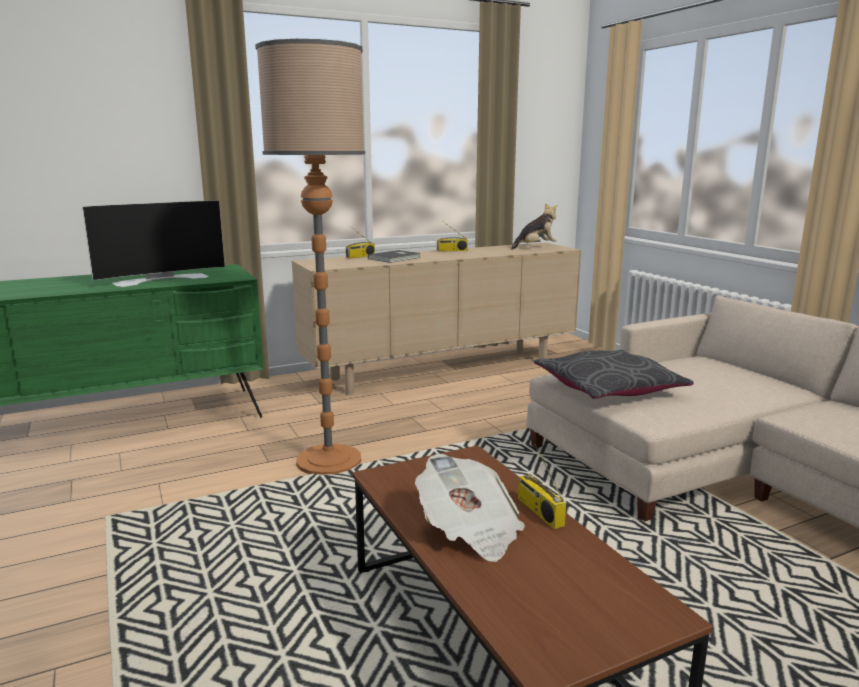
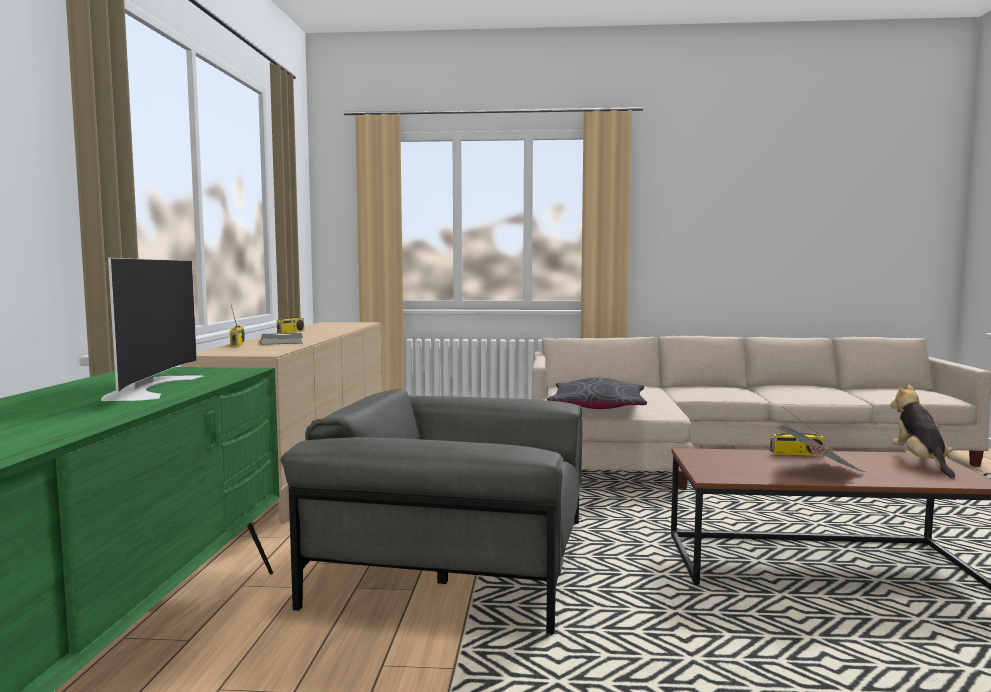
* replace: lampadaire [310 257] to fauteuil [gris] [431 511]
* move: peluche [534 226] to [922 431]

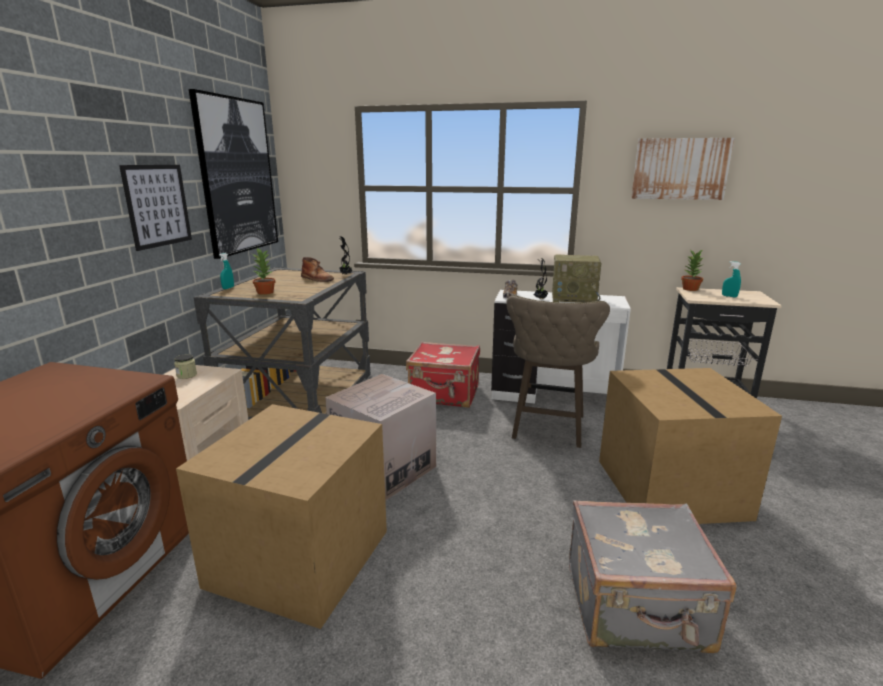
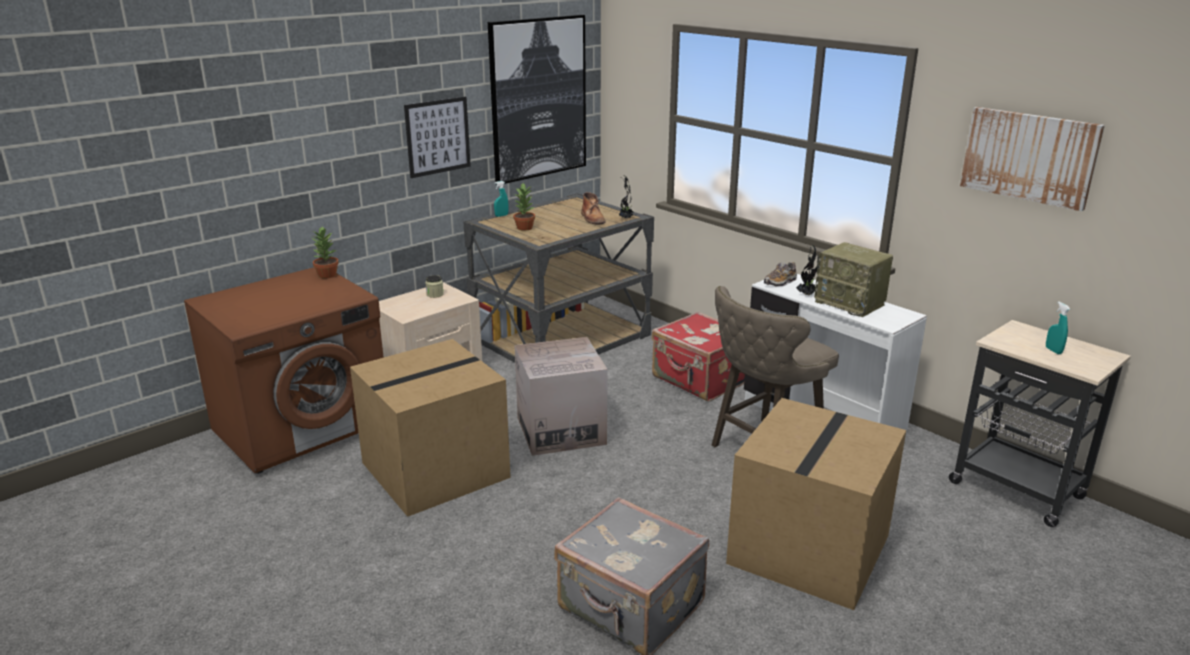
* move: plante en pot [692 270] to [325 252]

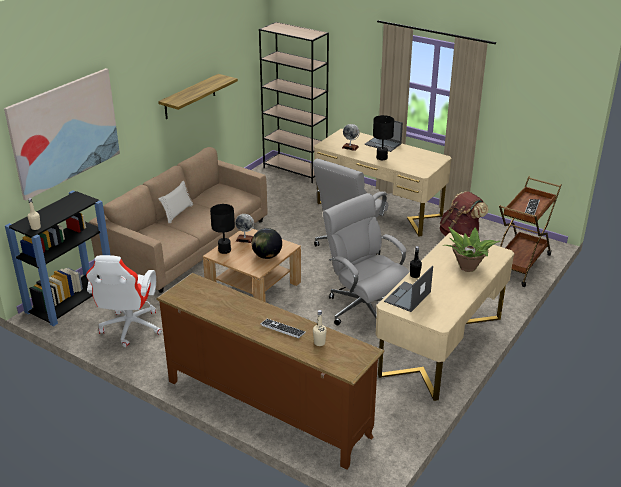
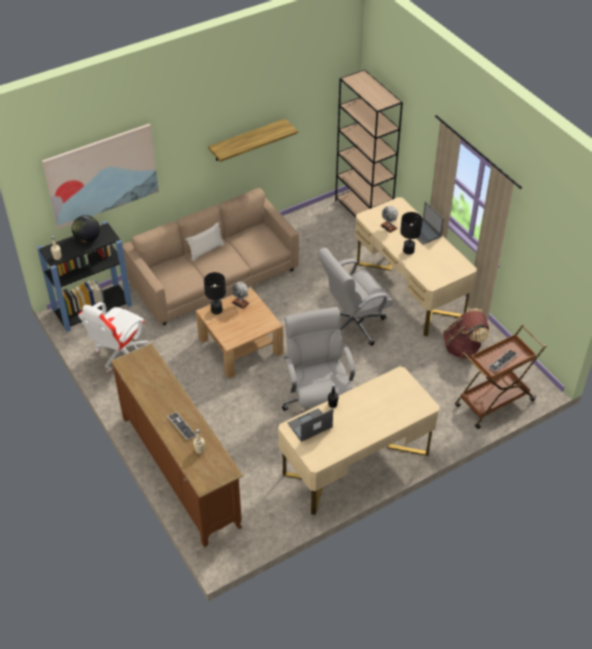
* delete: plante en pot [472 249]
* move: globe [267 243] to [86 229]

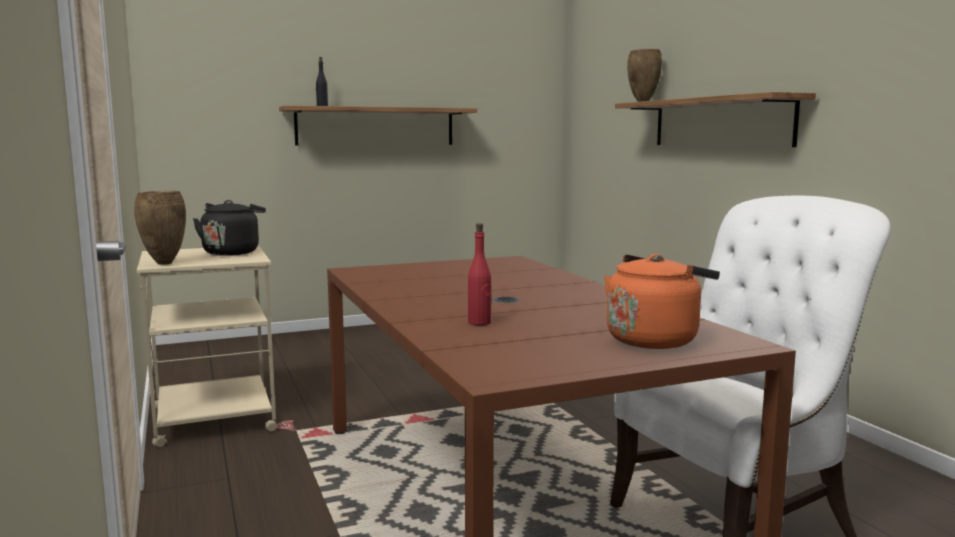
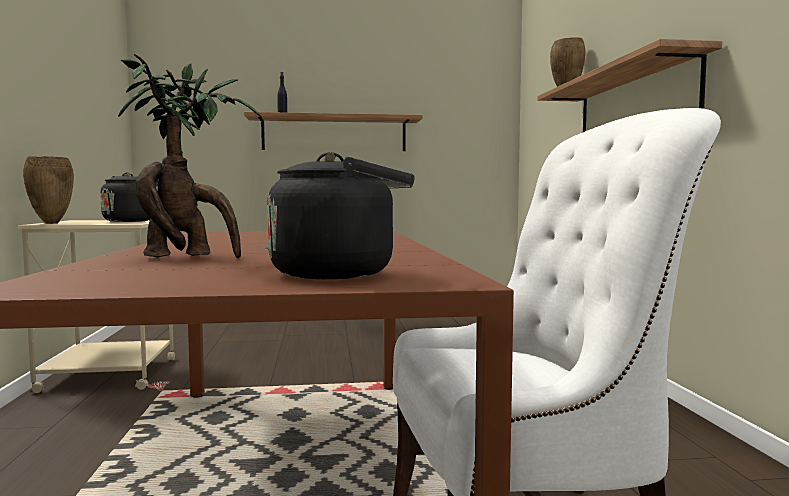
* replace: bouteille [rouge] [479 274] to plante en pot [190 156]
* recolor: bouilloire [orange] [662 301] to bouilloire [noir] [341 215]

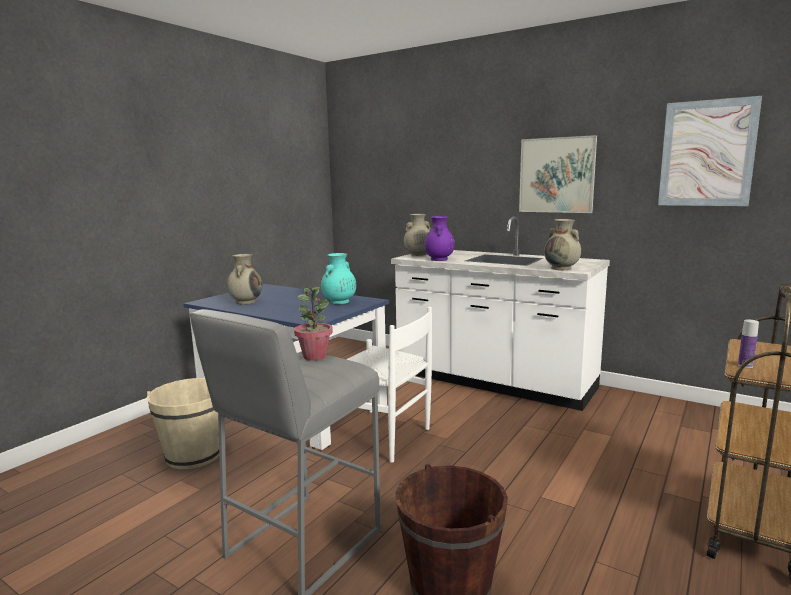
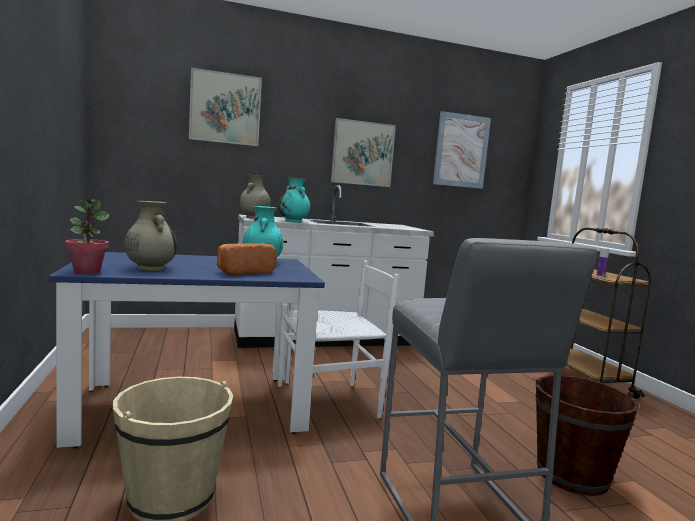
* recolor: vase [violet] [439 238] to vase [turquoise] [294 200]
* delete: vase [beige] [562 244]
* move: plante en pot [313 324] to [87 236]
* insert: tableau [225 107]
* insert: pain [247 259]

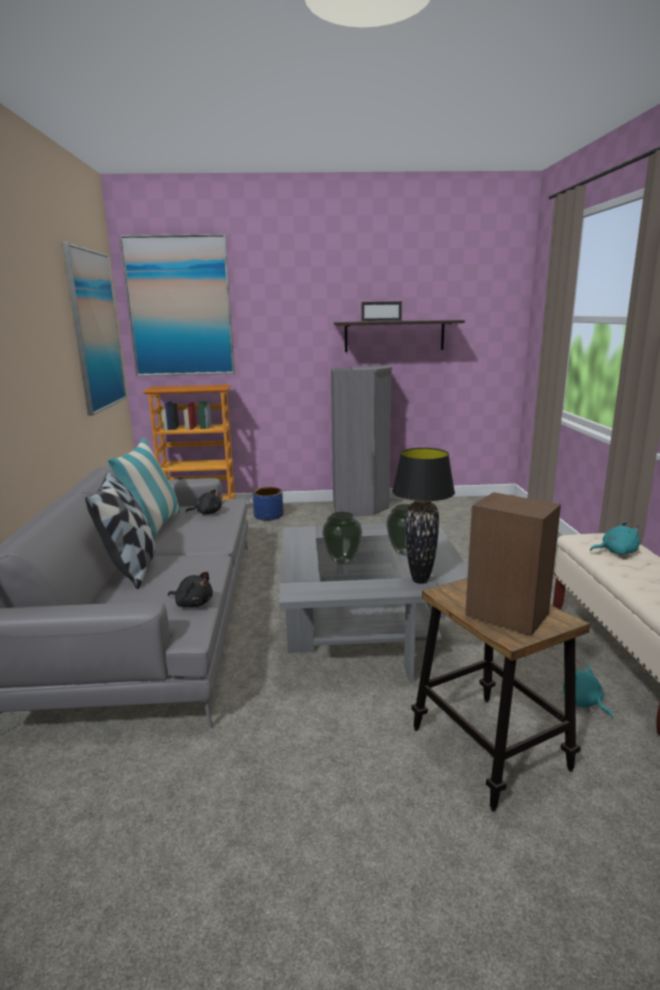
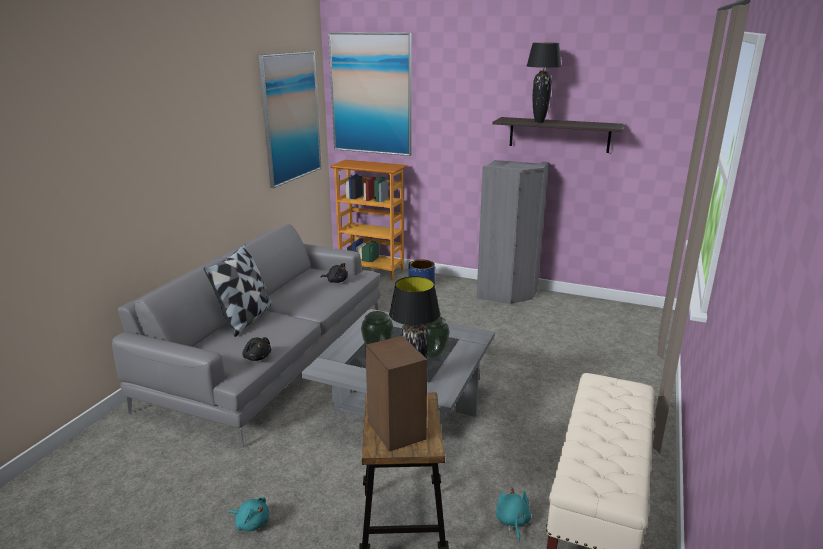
* replace: cadre photo [381 311] to lampe de table [noir] [544 83]
* delete: coussin [144 487]
* move: peluche [turquoise] [615 538] to [249 514]

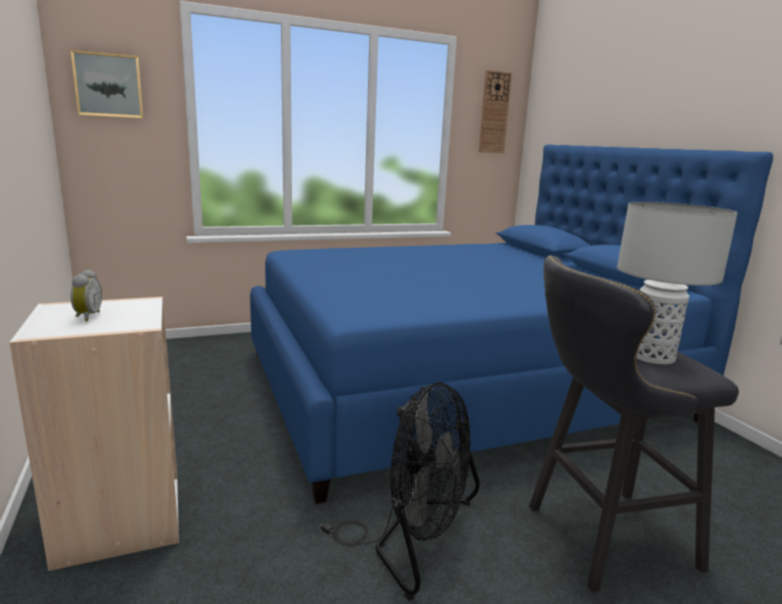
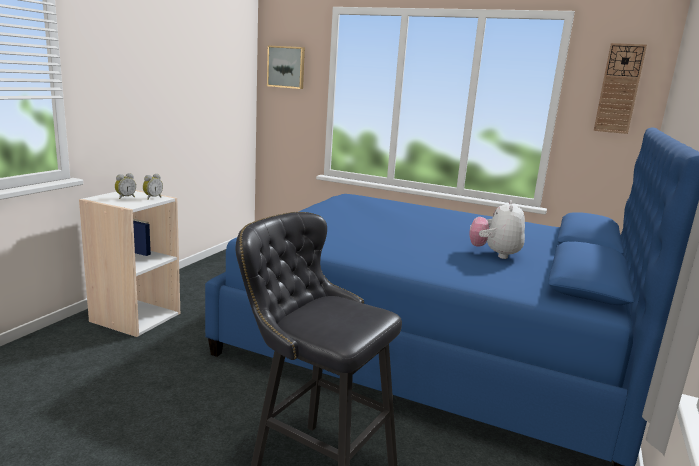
* delete: lampe de table [blanc] [677 283]
* delete: ventilateur [noir] [400 491]
* insert: réveil [153 187]
* insert: peluche [497 229]

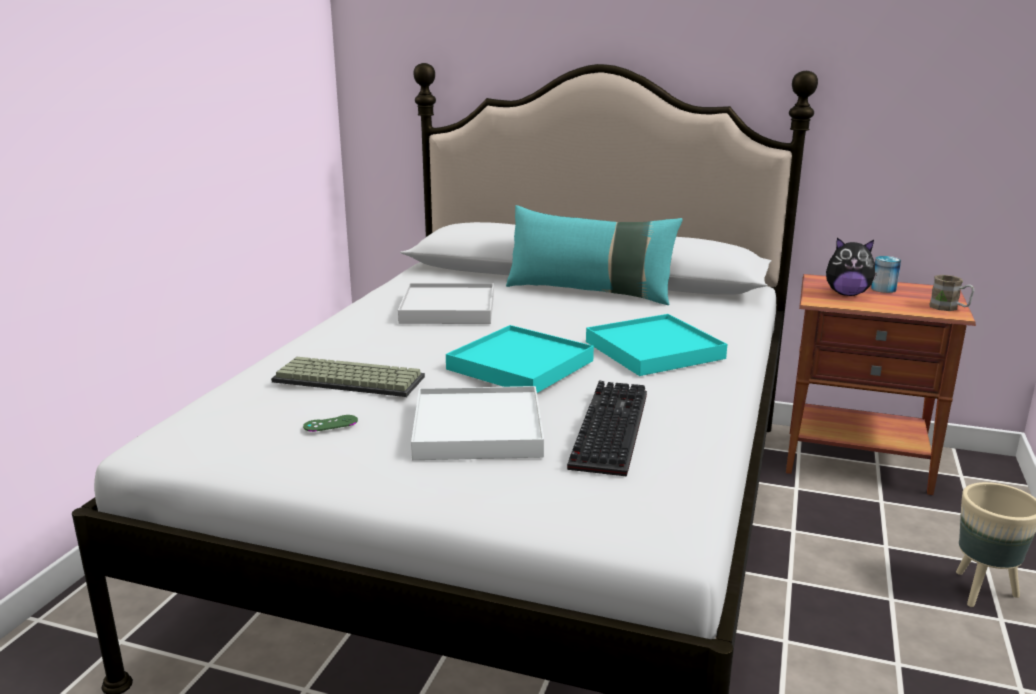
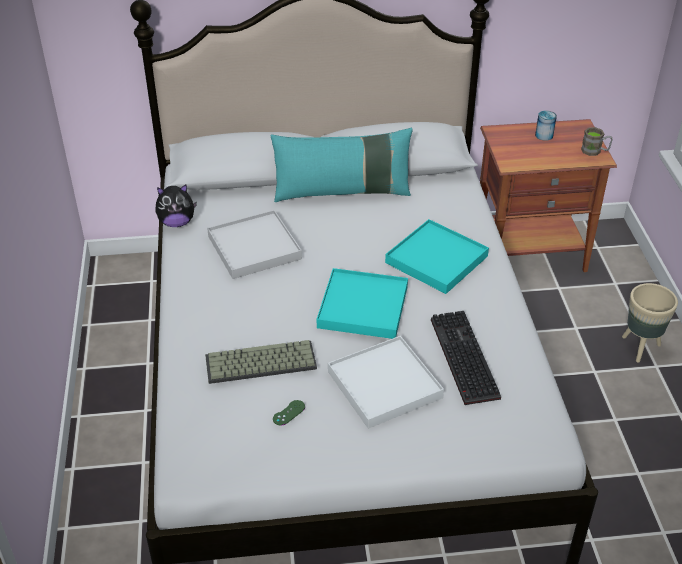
* move: peluche [851 266] to [176 206]

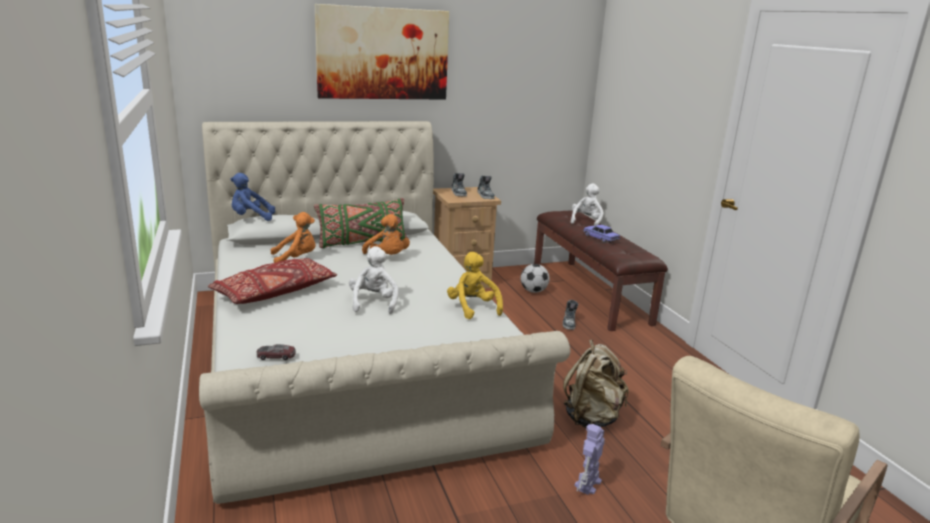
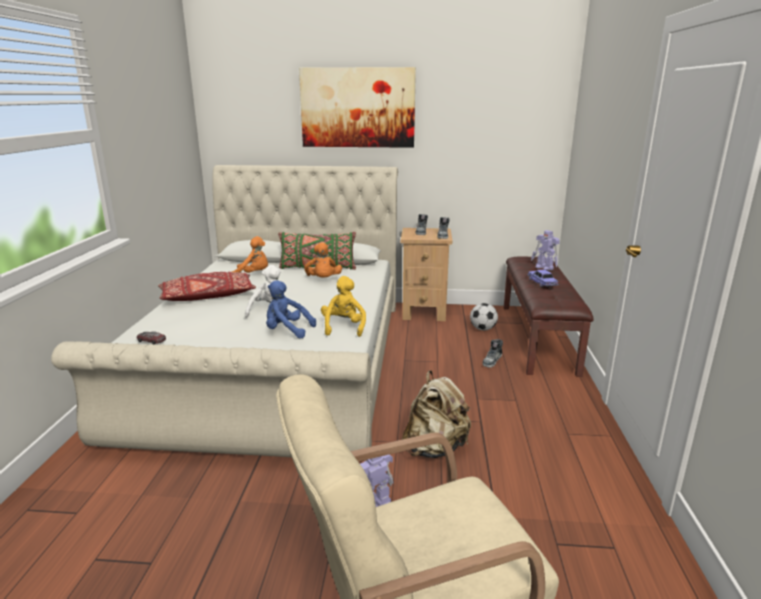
* move: peluche [bleu] [252 197] to [291 309]
* replace: peluche [blanc] [587 204] to robot jouet [545 250]

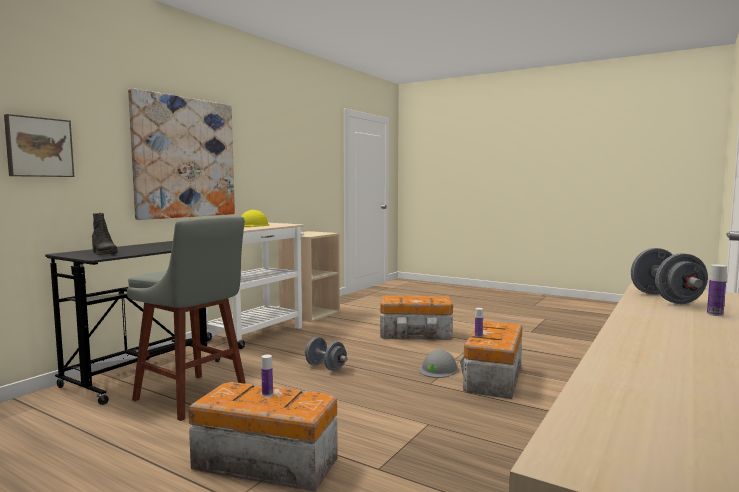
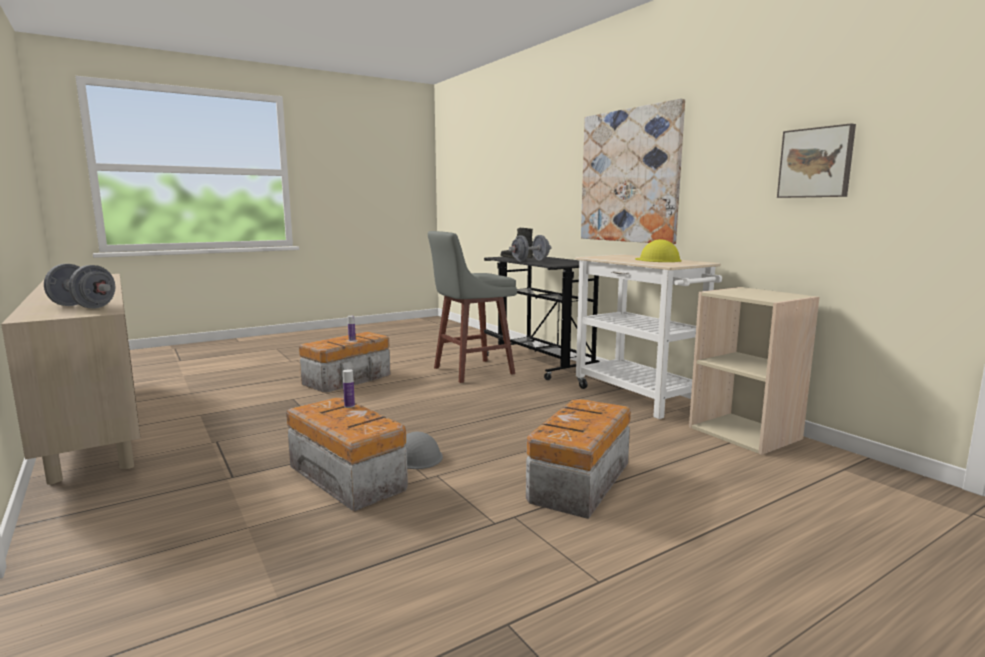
* move: tableau [39 145] to [816 160]
* delete: bouteille [717 290]
* move: haltère [gris] [326 354] to [530 248]

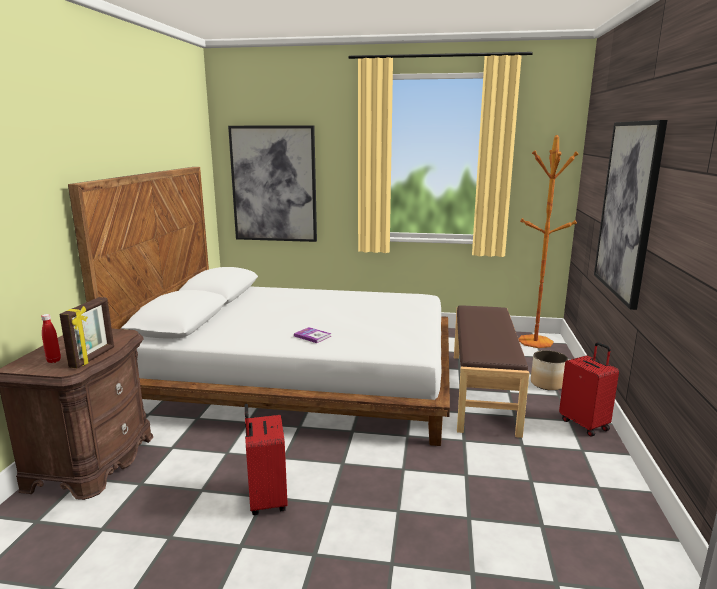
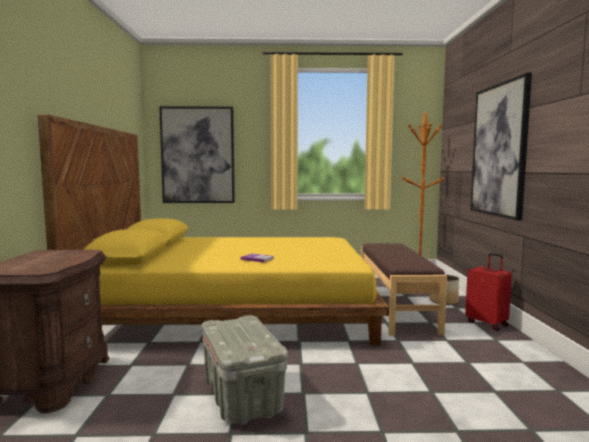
* recolor: lit [blanc] [259 306] to lit [jaune] [213 230]
* delete: cadre photo [86 332]
* delete: bouteille [rouge] [51 338]
* replace: valise [rouge] [266 459] to boîte de rangement [gris] [244 370]

